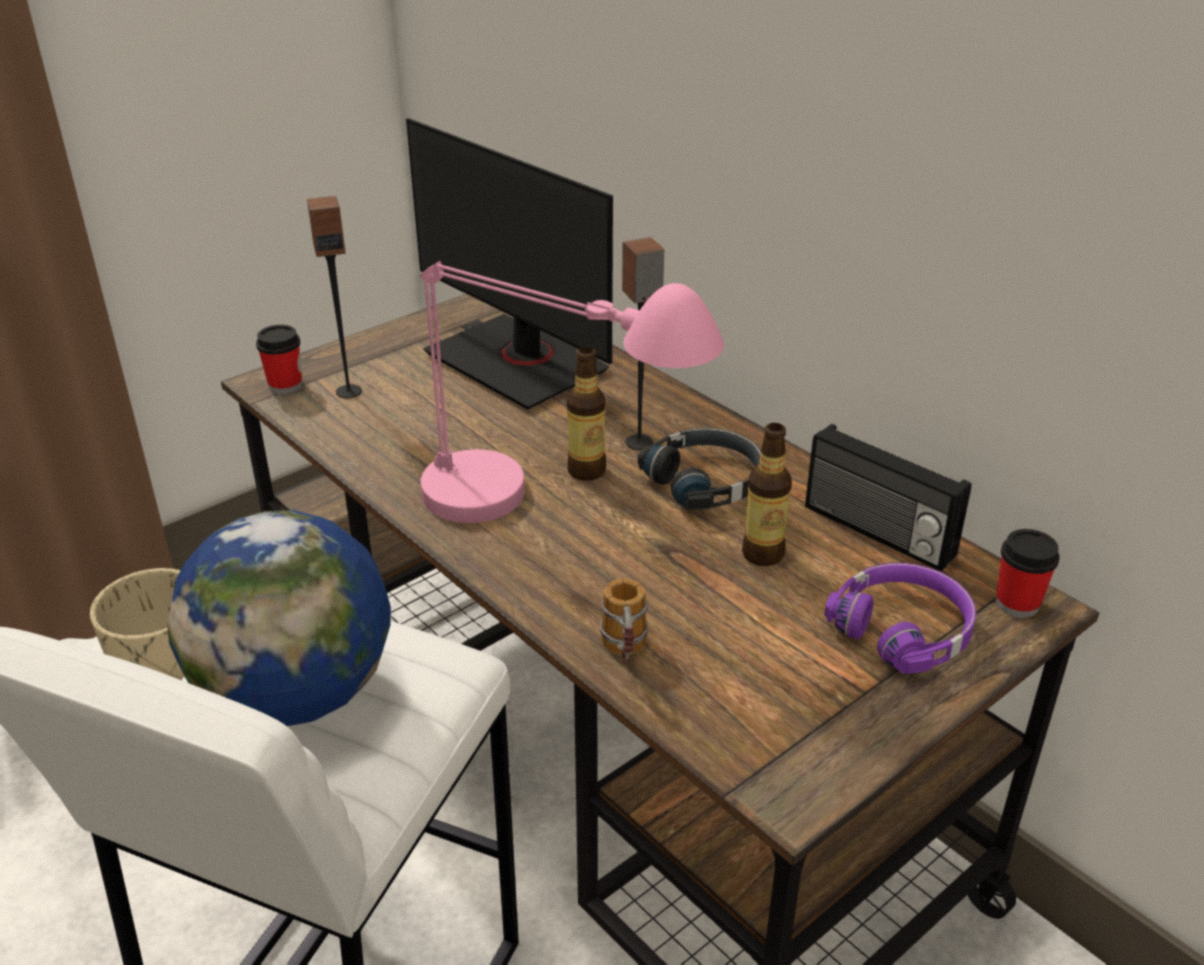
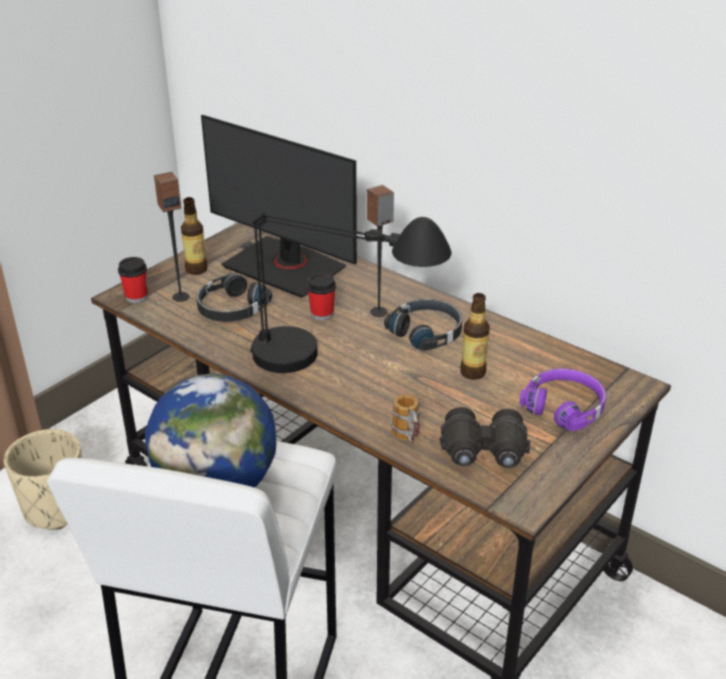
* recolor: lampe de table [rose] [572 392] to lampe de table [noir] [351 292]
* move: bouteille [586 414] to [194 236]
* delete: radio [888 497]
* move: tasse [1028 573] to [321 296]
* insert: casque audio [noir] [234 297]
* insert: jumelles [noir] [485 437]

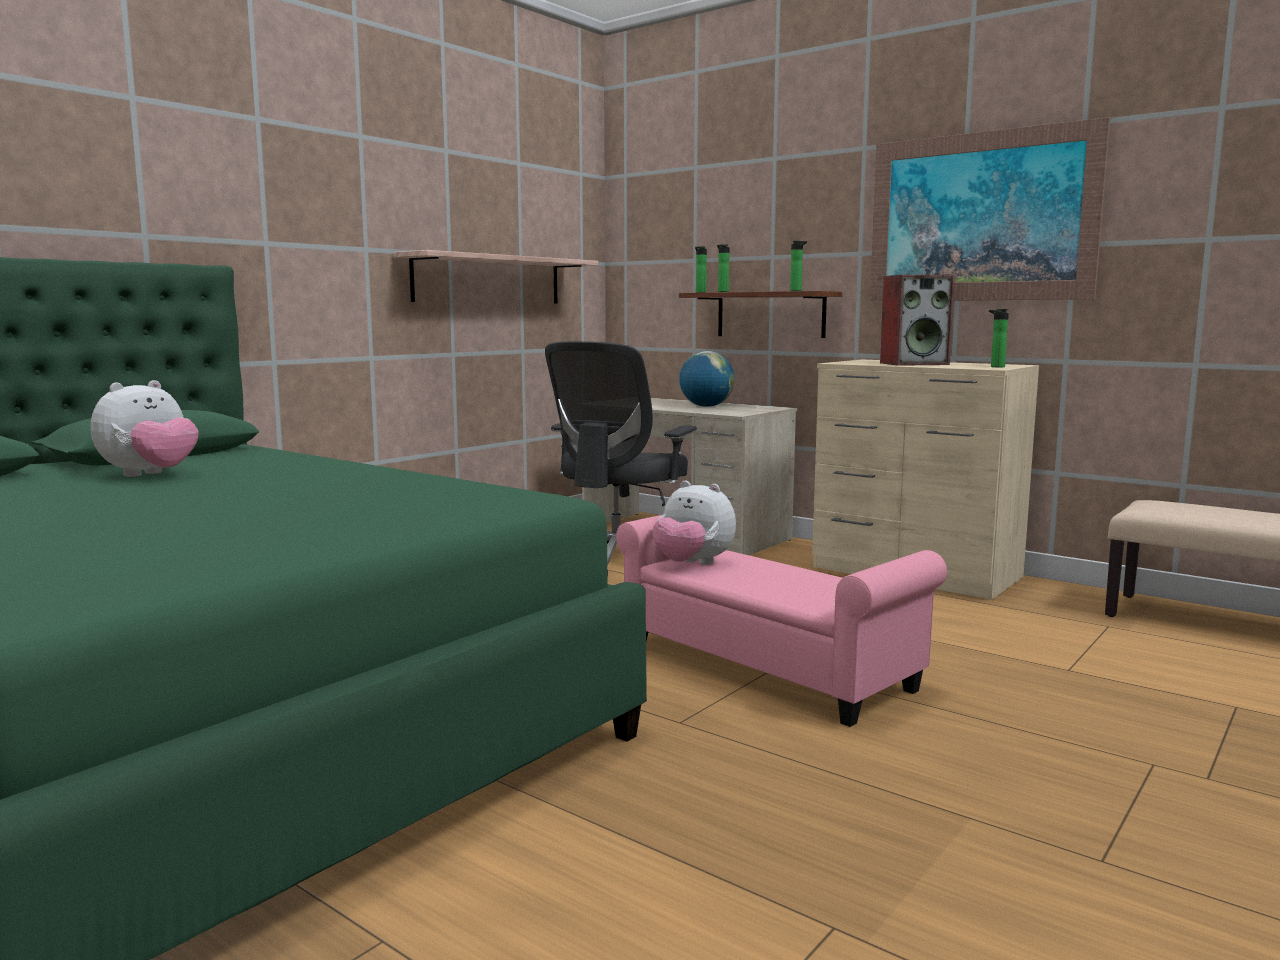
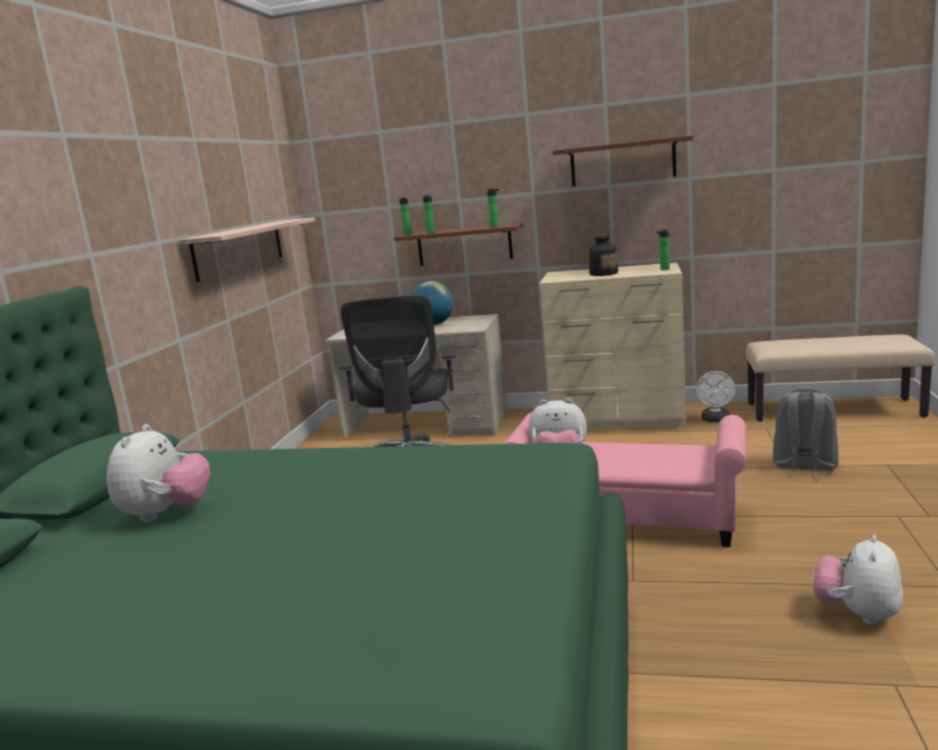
* replace: tableau [990 209] to étagère [623 161]
* replace: enceinte [917 320] to bouteille [603 255]
* insert: ventilateur [blanc] [715 396]
* insert: sac à dos [gris] [805 433]
* insert: peluche [858 580]

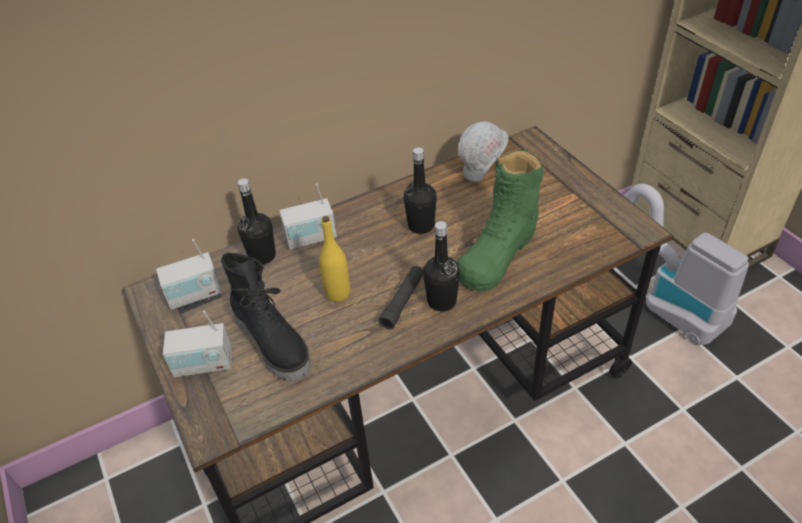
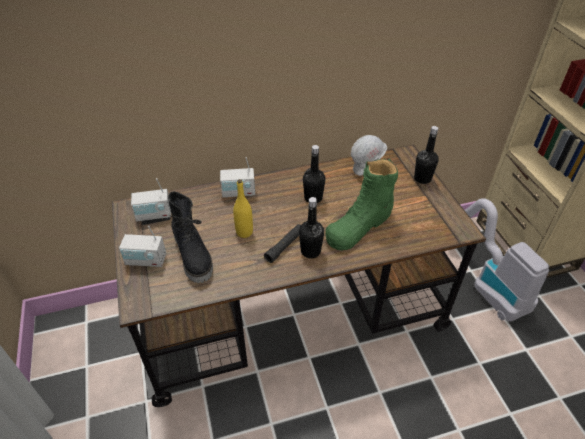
* move: bouteille [noir] [257 221] to [426 155]

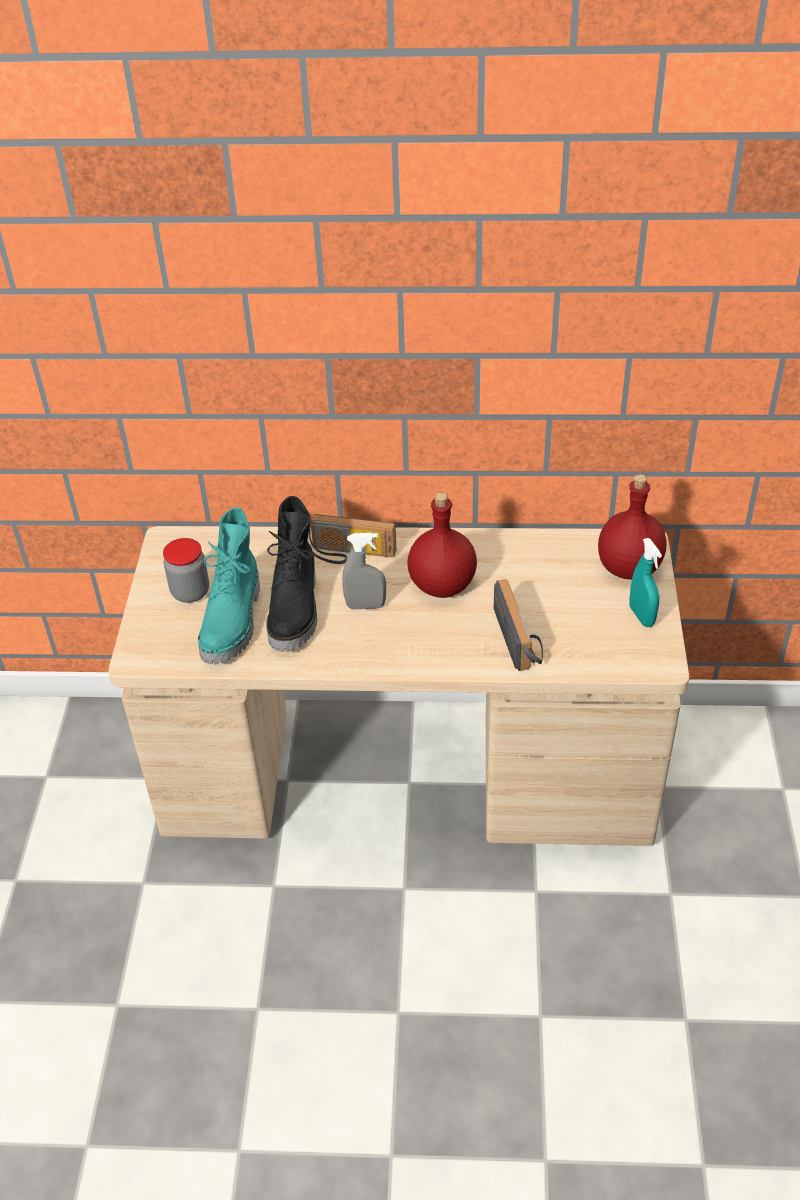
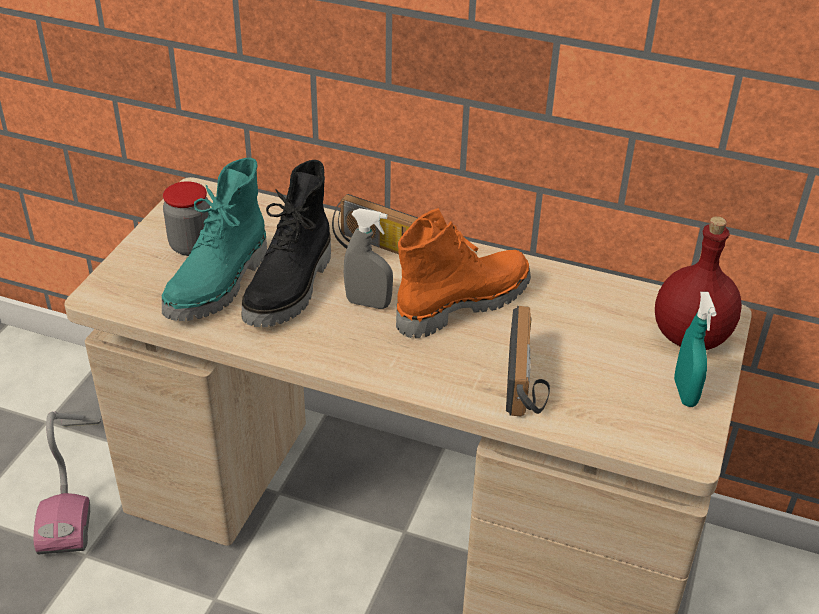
* replace: bouteille [rouge] [442 545] to botte [orange] [463 273]
* insert: aspirateur [68 482]

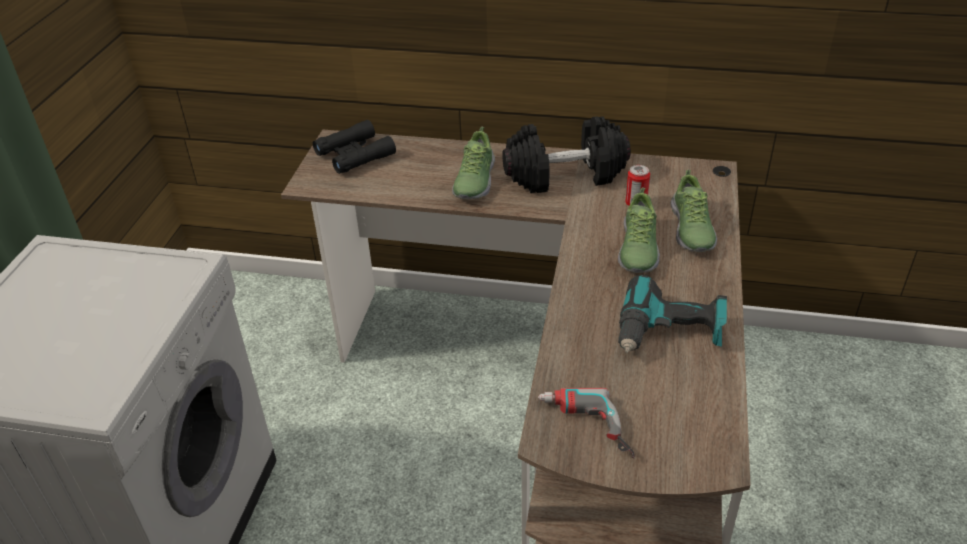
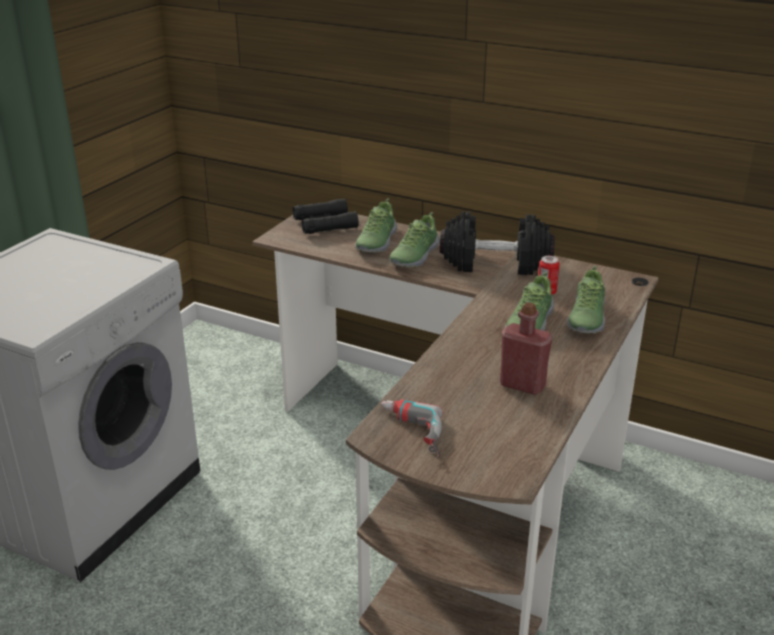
* replace: perceuse [672 314] to bouteille [rouge] [526 348]
* insert: chaussure [376 225]

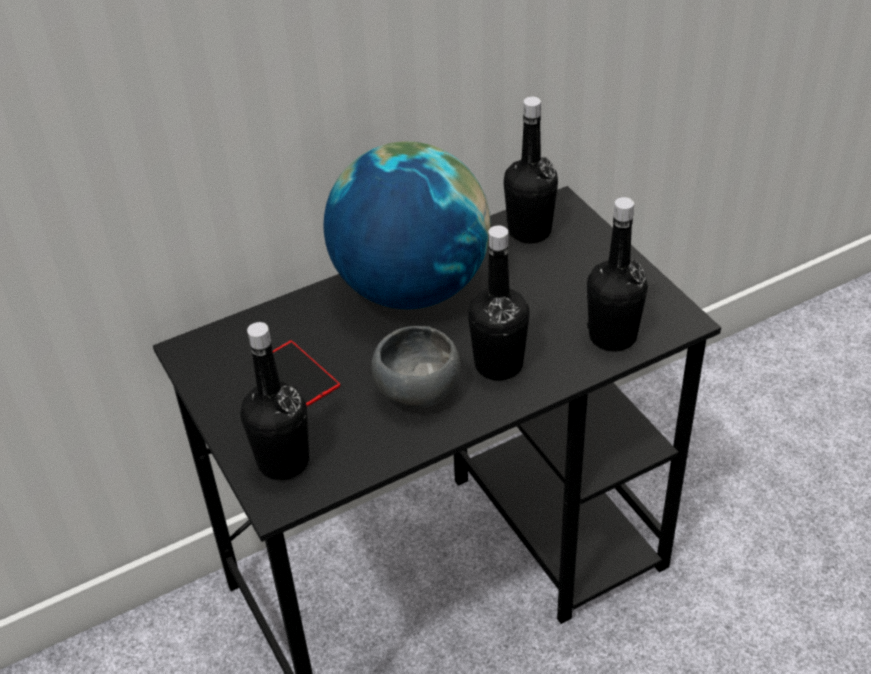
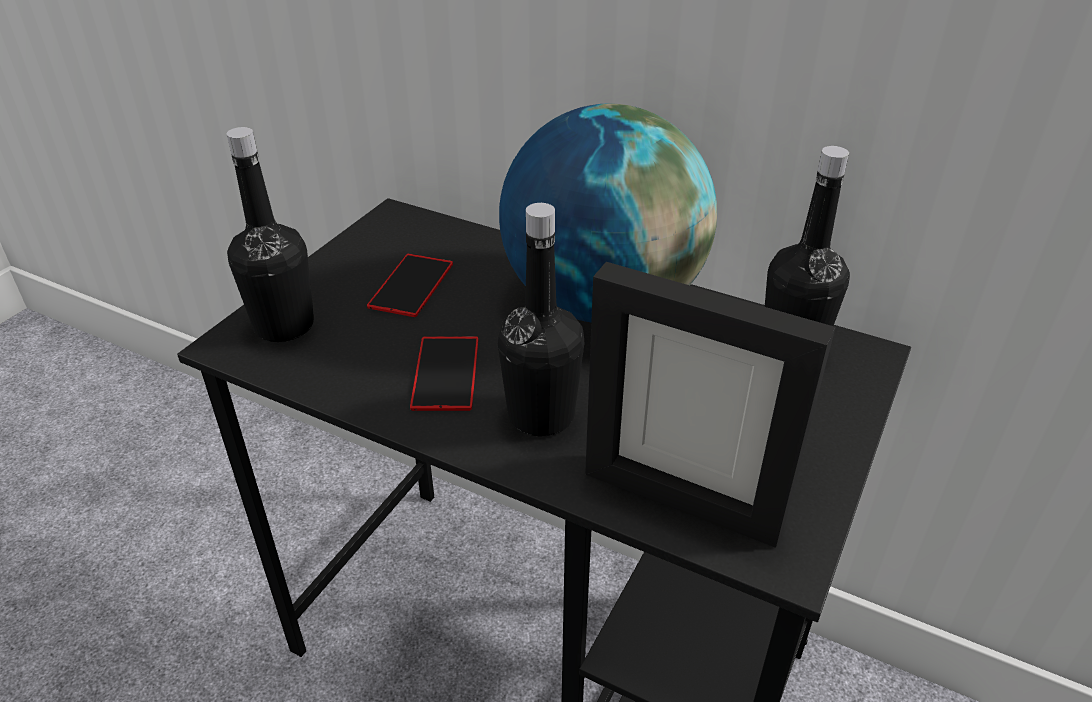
* replace: bouteille [noir] [617 274] to cadre photo [710 405]
* replace: bol [gris] [416 367] to téléphone [444 373]

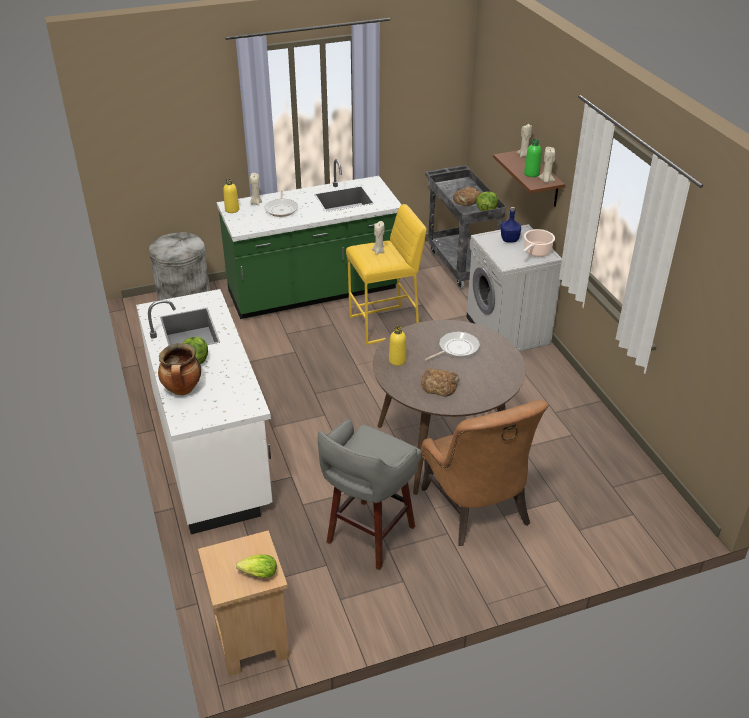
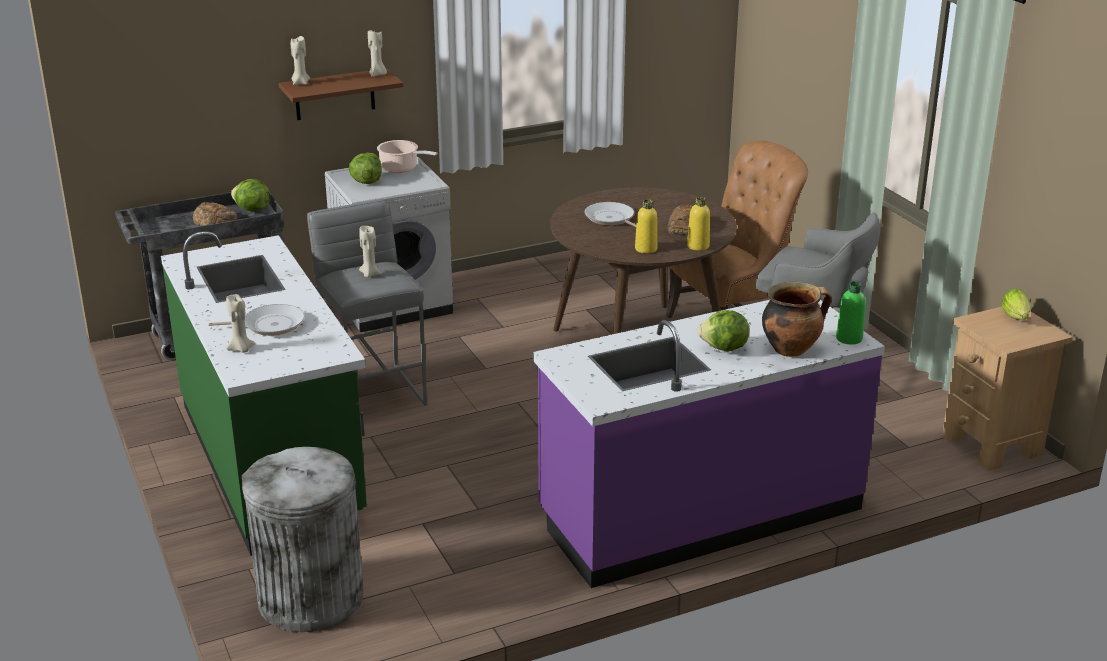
* move: bouteille [vert] [533 158] to [851 313]
* move: bouteille [jaune] [231 196] to [698 224]
* recolor: tabouret [jaune] [386 274] to tabouret [gris] [367 302]
* replace: bouteille [bleu] [511 225] to laitue [365 168]
* recolor: comptoir de cuisine [blanc] [204 411] to comptoir de cuisine [violet] [709 444]

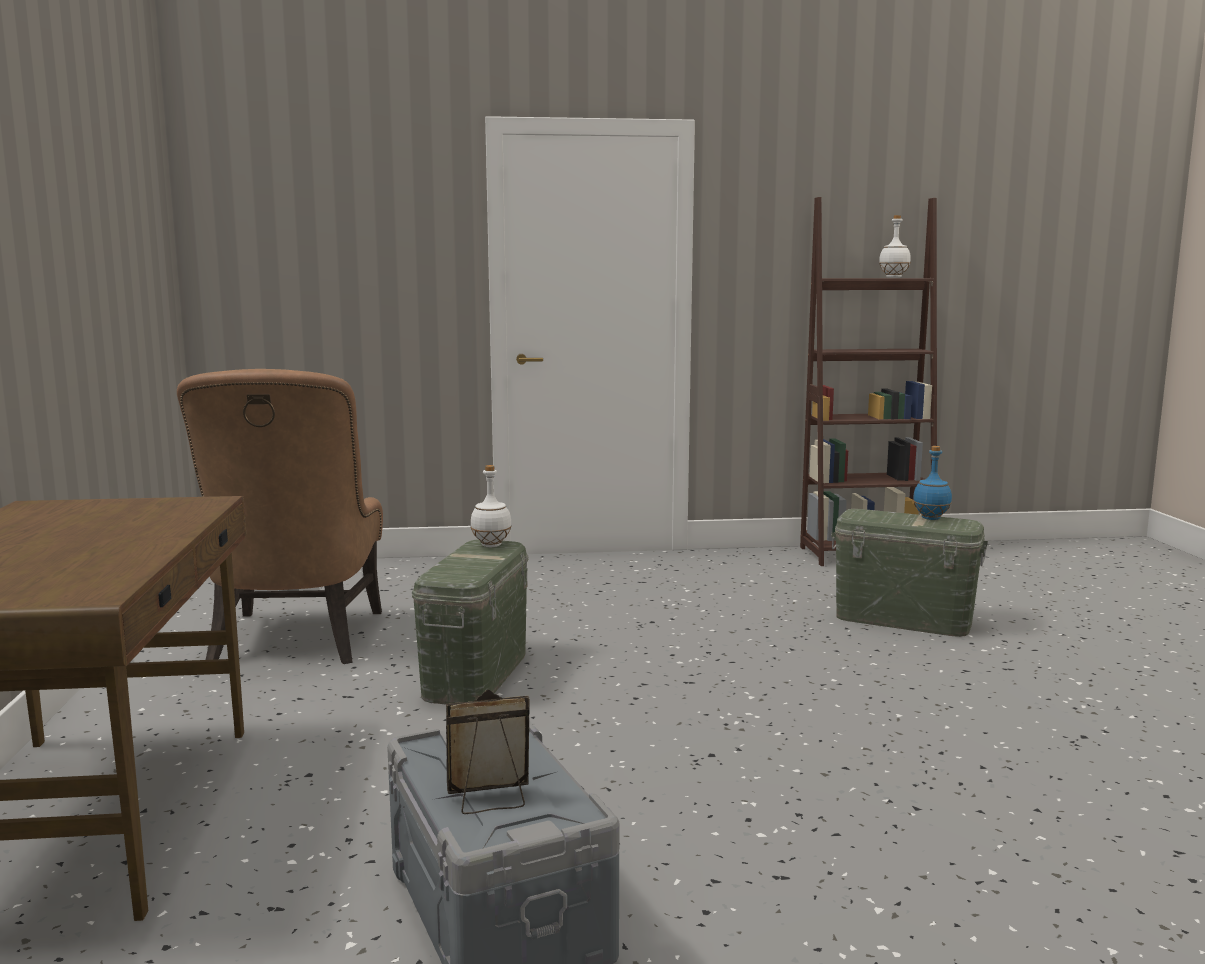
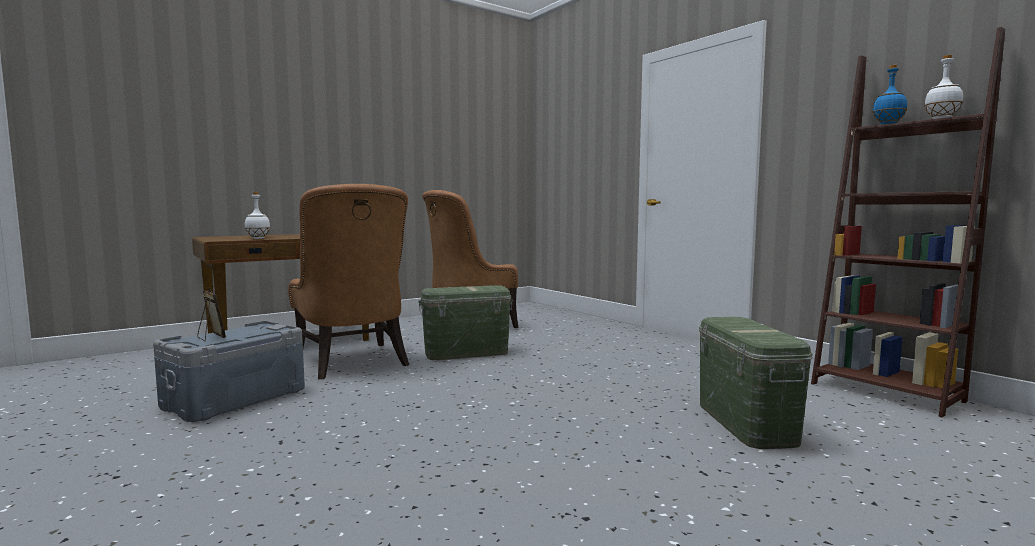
* move: bouteille [bleu] [932 483] to [890 95]
* move: bouteille [blanc] [491 506] to [257 215]
* insert: chaise [marron] [348 281]

